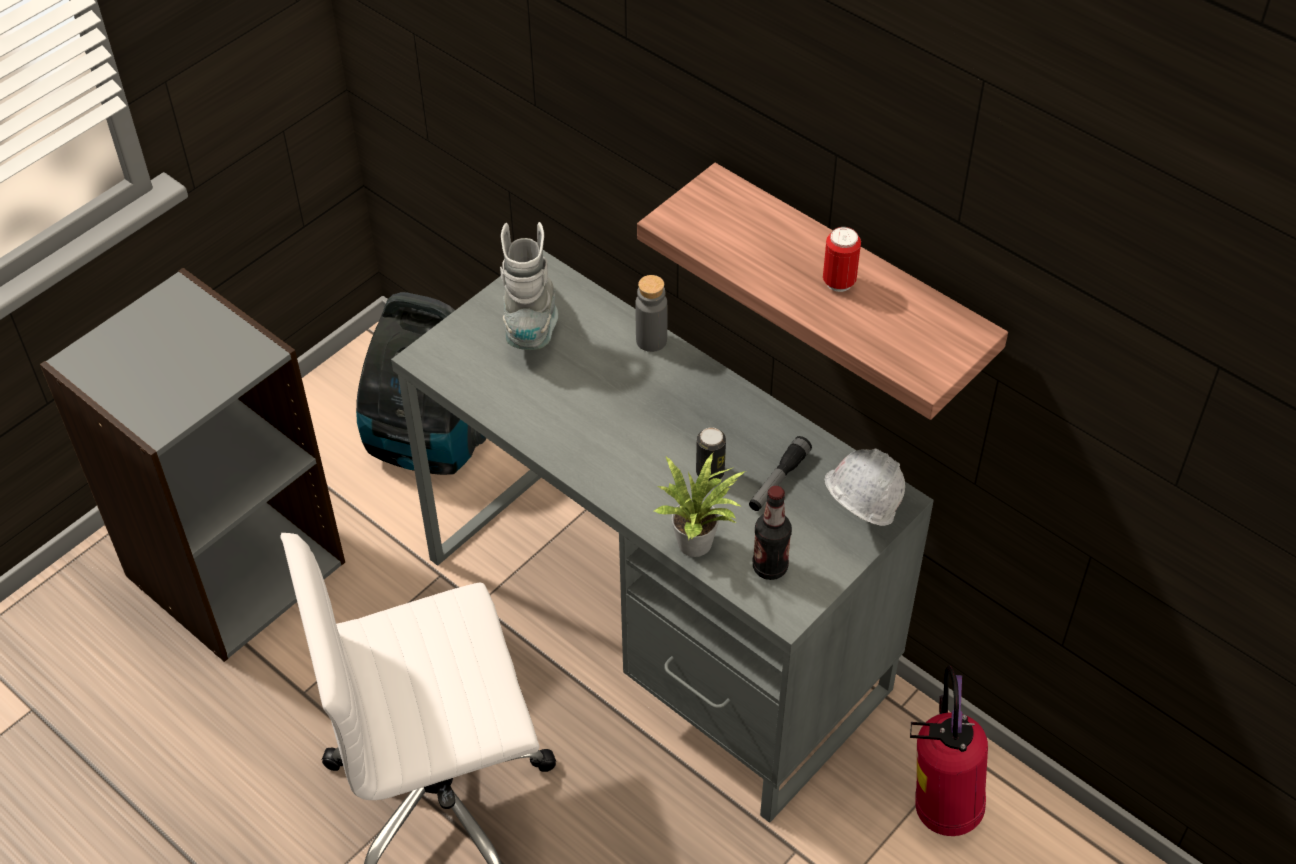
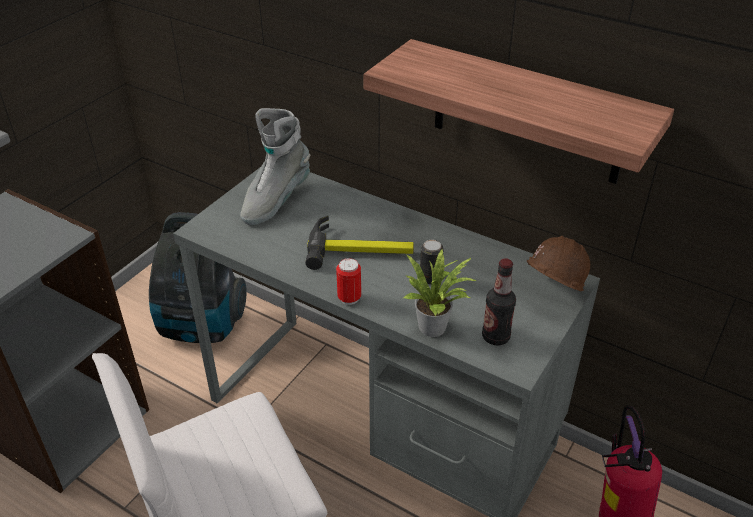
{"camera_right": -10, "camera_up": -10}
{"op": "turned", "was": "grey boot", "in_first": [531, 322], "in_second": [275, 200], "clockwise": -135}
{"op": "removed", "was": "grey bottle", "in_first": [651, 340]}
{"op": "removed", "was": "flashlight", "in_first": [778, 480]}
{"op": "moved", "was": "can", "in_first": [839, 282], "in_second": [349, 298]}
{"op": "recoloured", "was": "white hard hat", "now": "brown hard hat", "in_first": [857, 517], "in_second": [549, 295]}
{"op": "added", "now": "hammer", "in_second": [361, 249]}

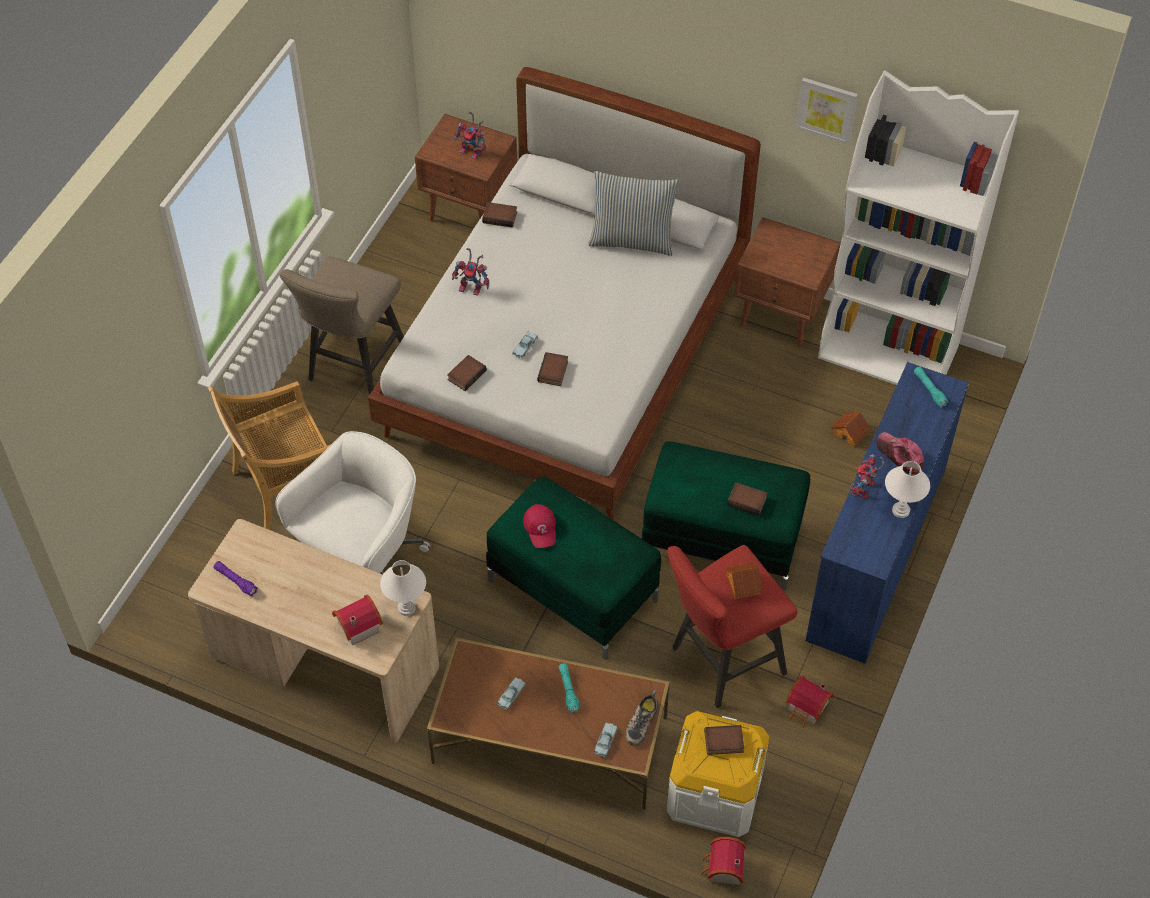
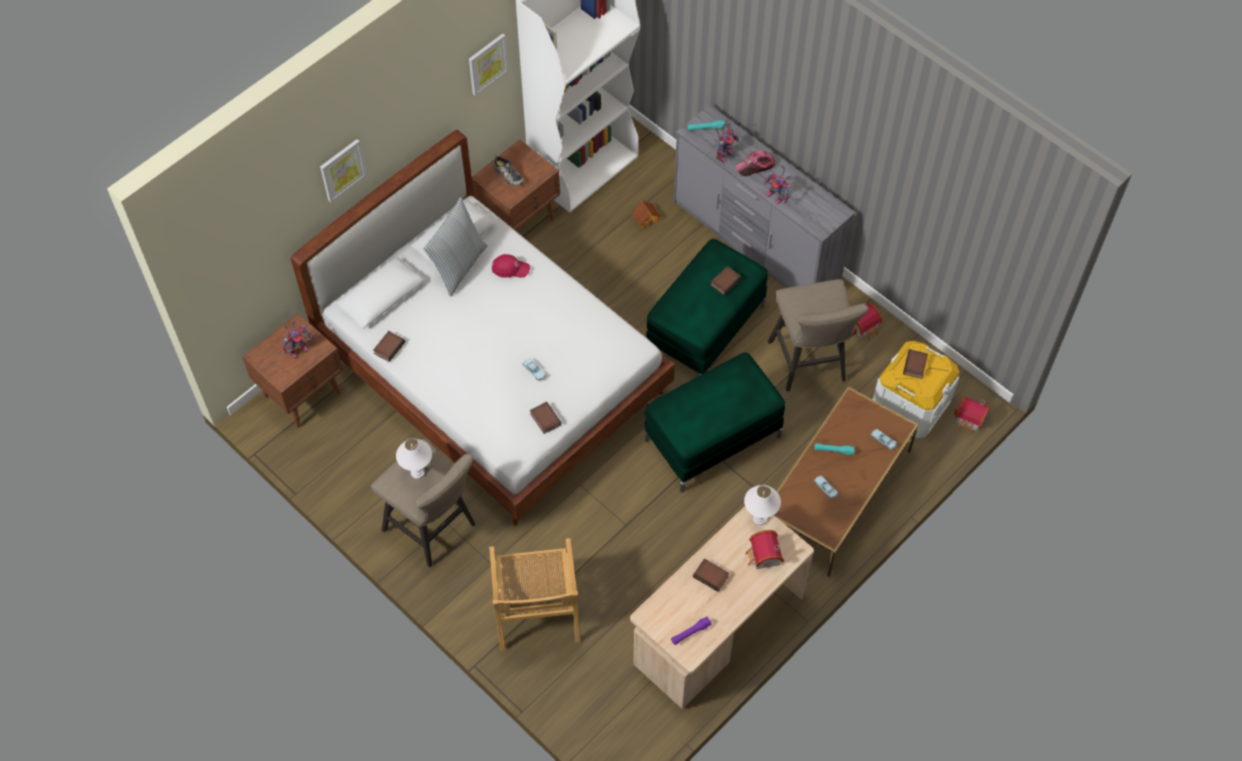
{"camera_right": -70, "camera_up": 5}
{"op": "removed", "was": "white office chair", "in_first": [363, 565]}
{"op": "moved", "was": "toy robot", "in_first": [473, 288], "in_second": [724, 153]}
{"op": "moved", "was": "red cap", "in_first": [541, 528], "in_second": [510, 268]}
{"op": "moved", "was": "book", "in_first": [554, 372], "in_second": [711, 576]}
{"op": "moved", "was": "shoe", "in_first": [641, 722], "in_second": [507, 175]}
{"op": "recoloured", "was": "red stool", "now": "beige stool", "in_first": [721, 662], "in_second": [809, 365]}
{"op": "removed", "was": "toy house", "in_first": [742, 584]}
{"op": "recoloured", "was": "blue dresser", "now": "grey dresser", "in_first": [875, 555], "in_second": [755, 243]}
{"op": "moved", "was": "white table lamp", "in_first": [900, 510], "in_second": [417, 472]}
{"op": "added", "now": "picture", "in_second": [342, 169]}

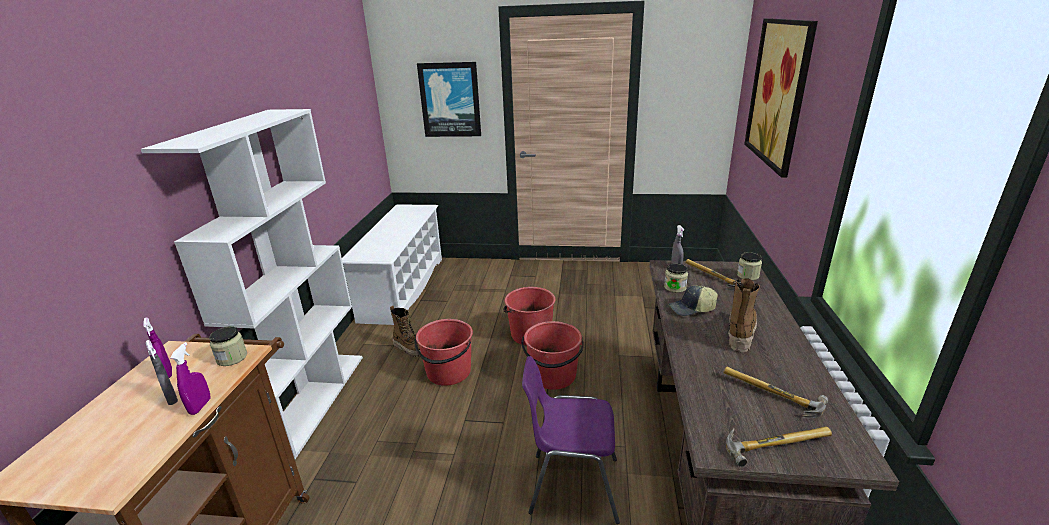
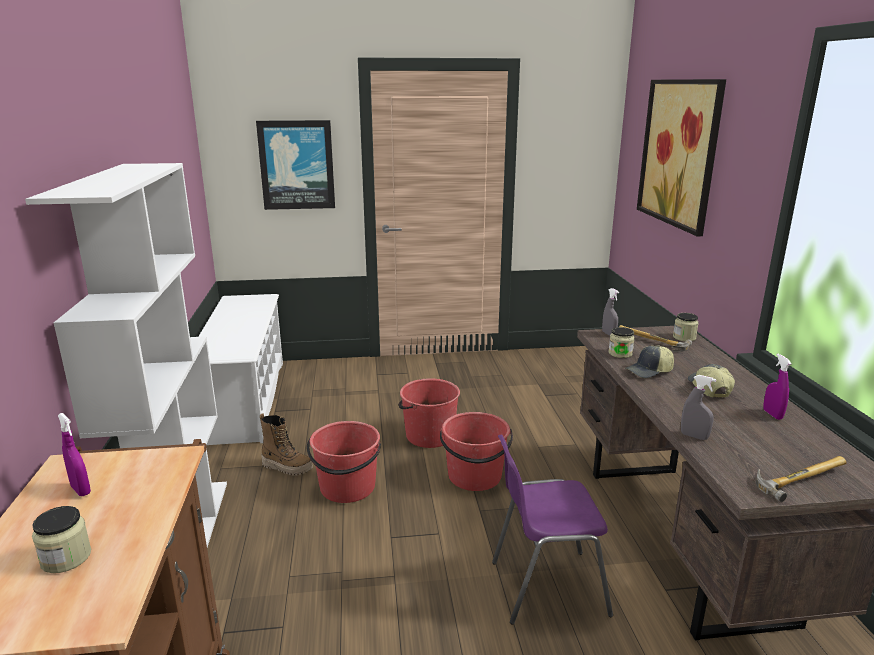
{"camera_right": -15, "camera_up": -5}
{"op": "moved", "was": "grey spray bottle", "in_first": [172, 399], "in_second": [694, 436]}
{"op": "moved", "was": "purple spray bottle", "in_first": [200, 406], "in_second": [772, 414]}
{"op": "moved", "was": "jar", "in_first": [232, 358], "in_second": [66, 558]}
{"op": "removed", "was": "hammer", "in_first": [770, 396]}
{"op": "replaced", "was": "boot", "now": "cap", "in_first": [740, 333], "in_second": [708, 388]}

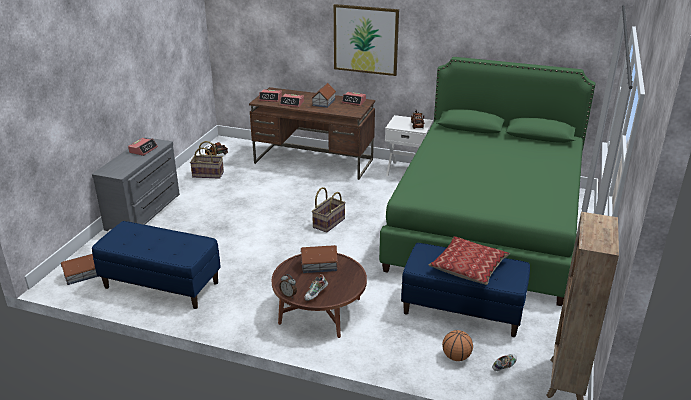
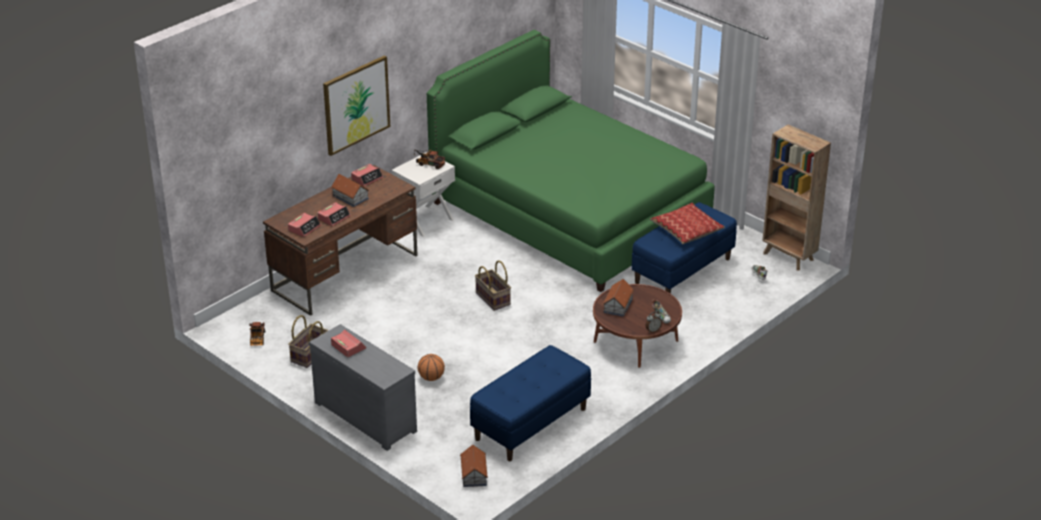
{"camera_right": -65, "camera_up": 5}
{"op": "moved", "was": "basketball", "in_first": [456, 357], "in_second": [431, 378]}

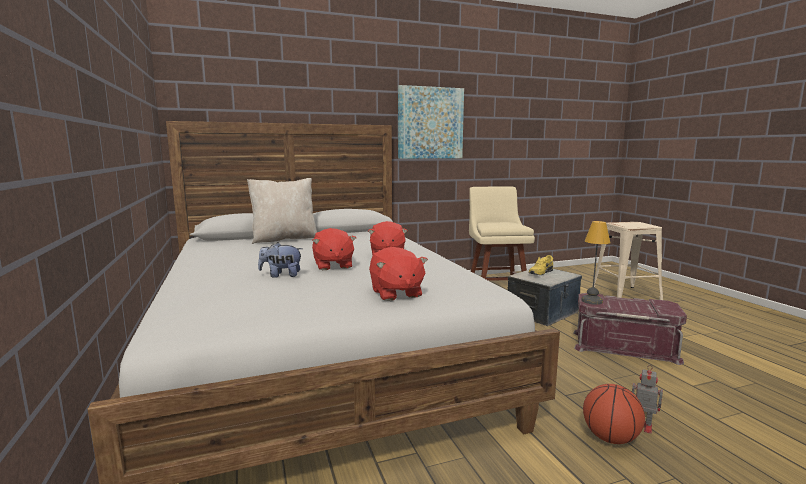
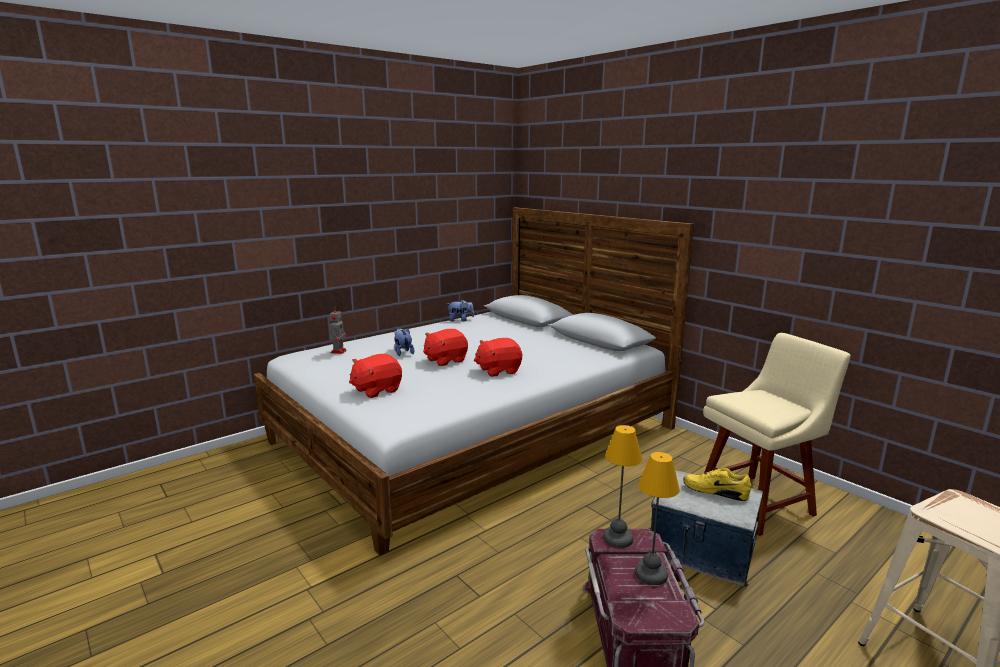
{"camera_right": 70, "camera_up": 5}
{"op": "removed", "was": "beige pillow", "in_first": [284, 239]}
{"op": "removed", "was": "picture", "in_first": [430, 123]}
{"op": "removed", "was": "basketball", "in_first": [610, 438]}
{"op": "moved", "was": "toy robot", "in_first": [641, 426], "in_second": [339, 351]}
{"op": "added", "now": "plush toy", "in_second": [460, 320]}
{"op": "added", "now": "table lamp", "in_second": [650, 573]}

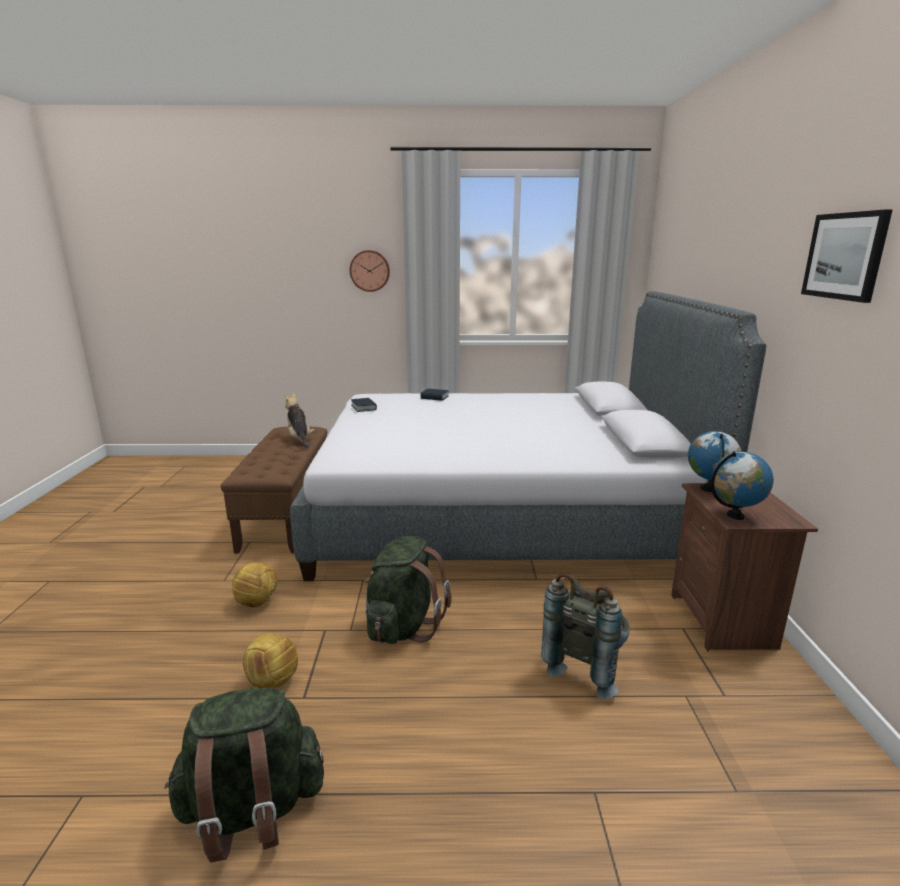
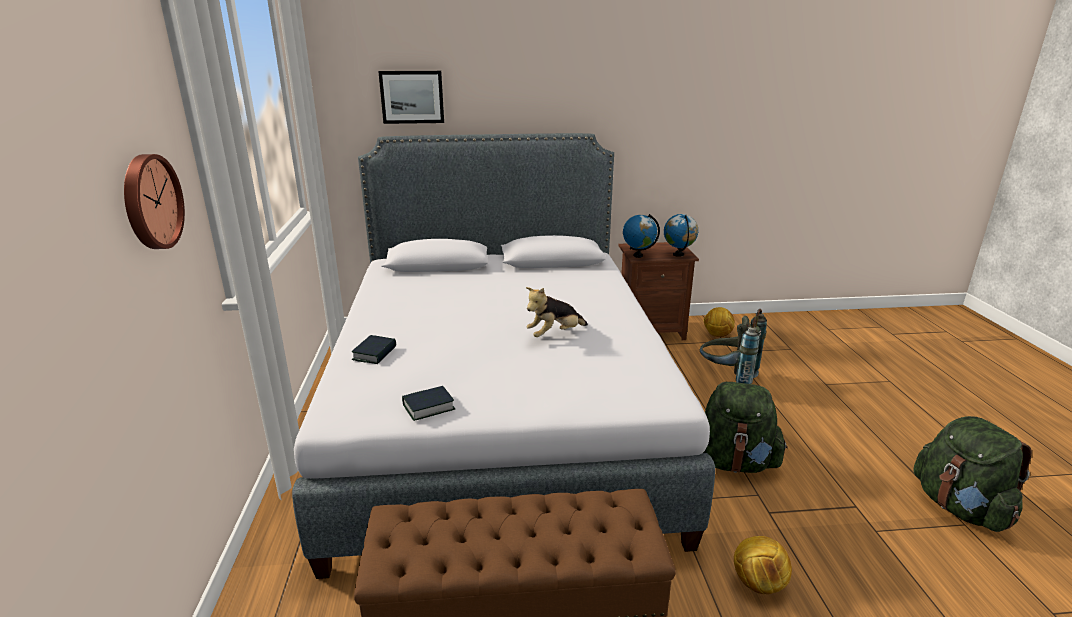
{"camera_right": -95, "camera_up": 5}
{"op": "moved", "was": "football", "in_first": [273, 681], "in_second": [717, 335]}
{"op": "moved", "was": "plush toy", "in_first": [299, 439], "in_second": [555, 334]}
{"op": "moved", "was": "picture", "in_first": [845, 256], "in_second": [412, 97]}

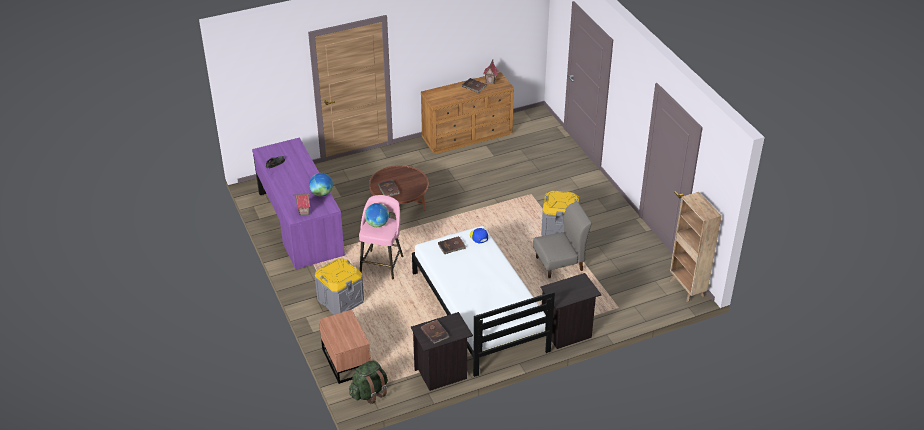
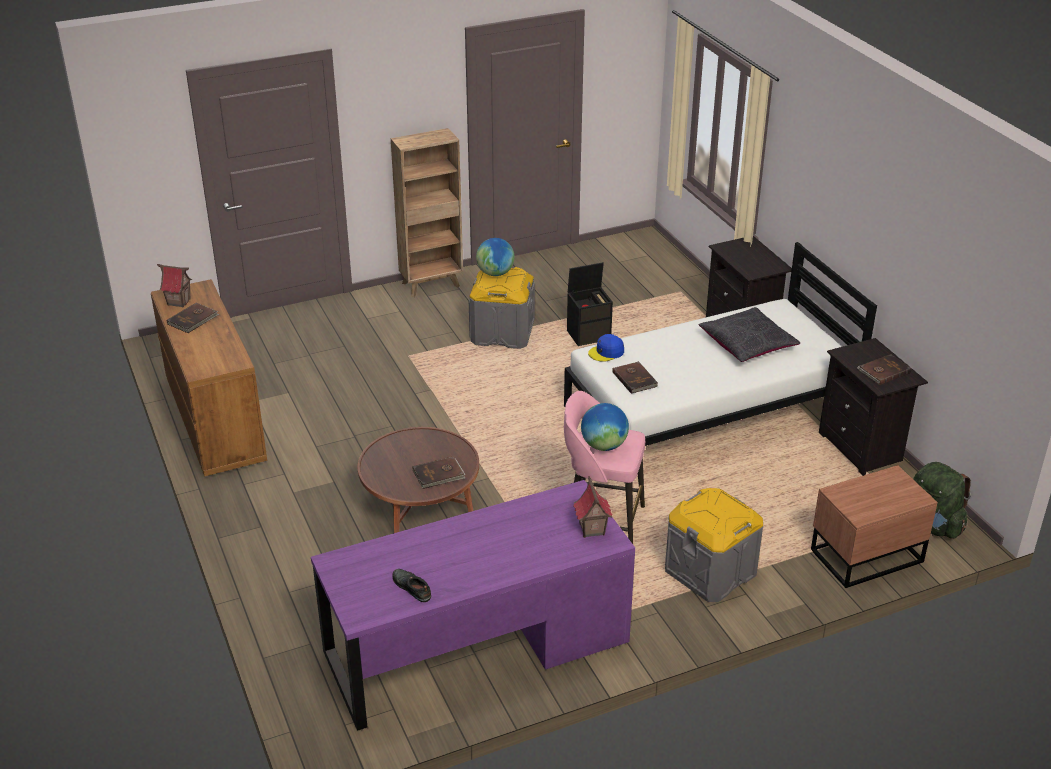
{"camera_right": -90, "camera_up": -5}
{"op": "moved", "was": "globe", "in_first": [321, 193], "in_second": [495, 273]}
{"op": "replaced", "was": "grey chair", "now": "black storage box", "in_first": [560, 264], "in_second": [589, 335]}
{"op": "moved", "was": "brown bookcase", "in_first": [687, 289], "in_second": [432, 284]}
{"op": "added", "now": "black pillow", "in_second": [747, 345]}

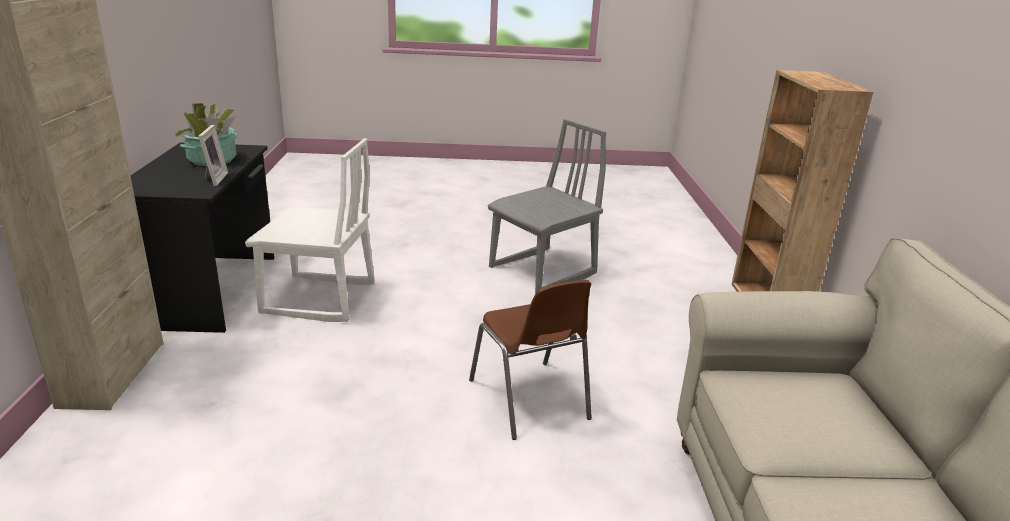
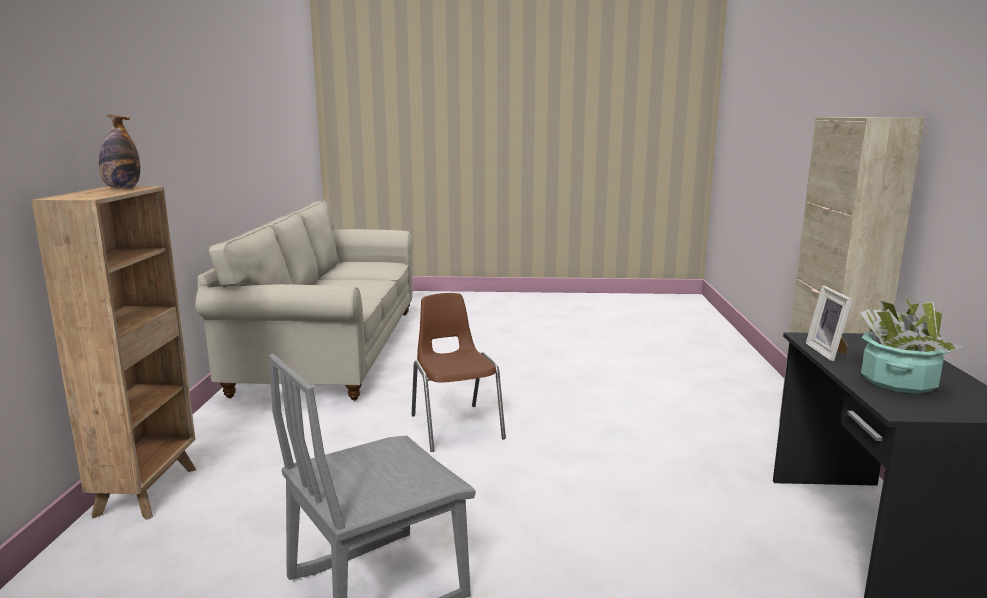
{"camera_right": -175, "camera_up": -10}
{"op": "removed", "was": "white chair", "in_first": [318, 299]}
{"op": "added", "now": "bottle", "in_second": [122, 188]}

